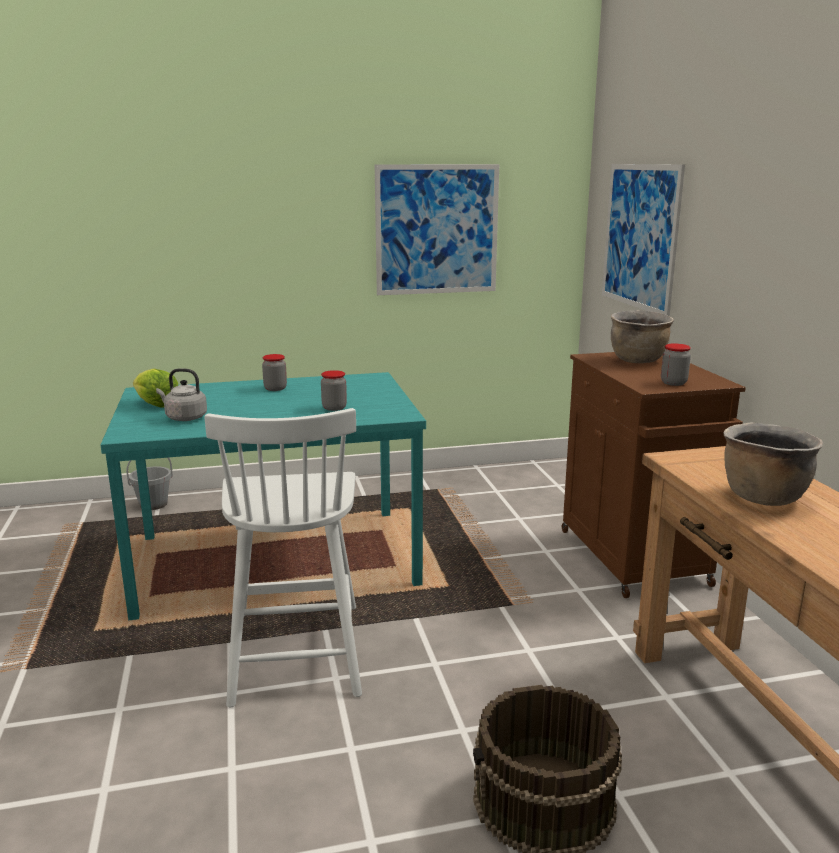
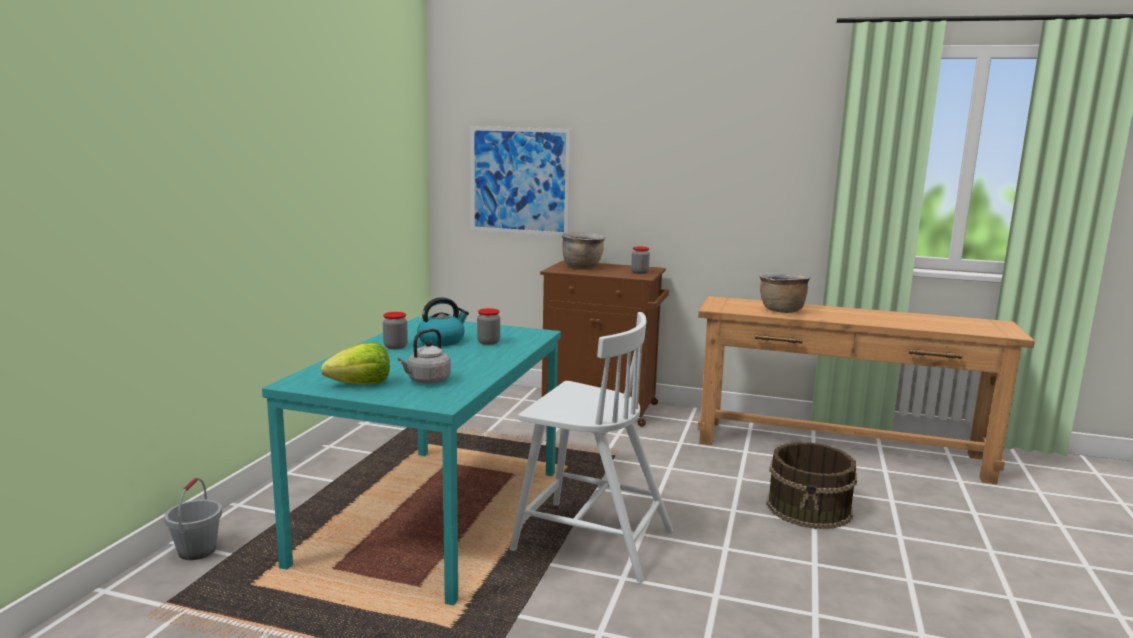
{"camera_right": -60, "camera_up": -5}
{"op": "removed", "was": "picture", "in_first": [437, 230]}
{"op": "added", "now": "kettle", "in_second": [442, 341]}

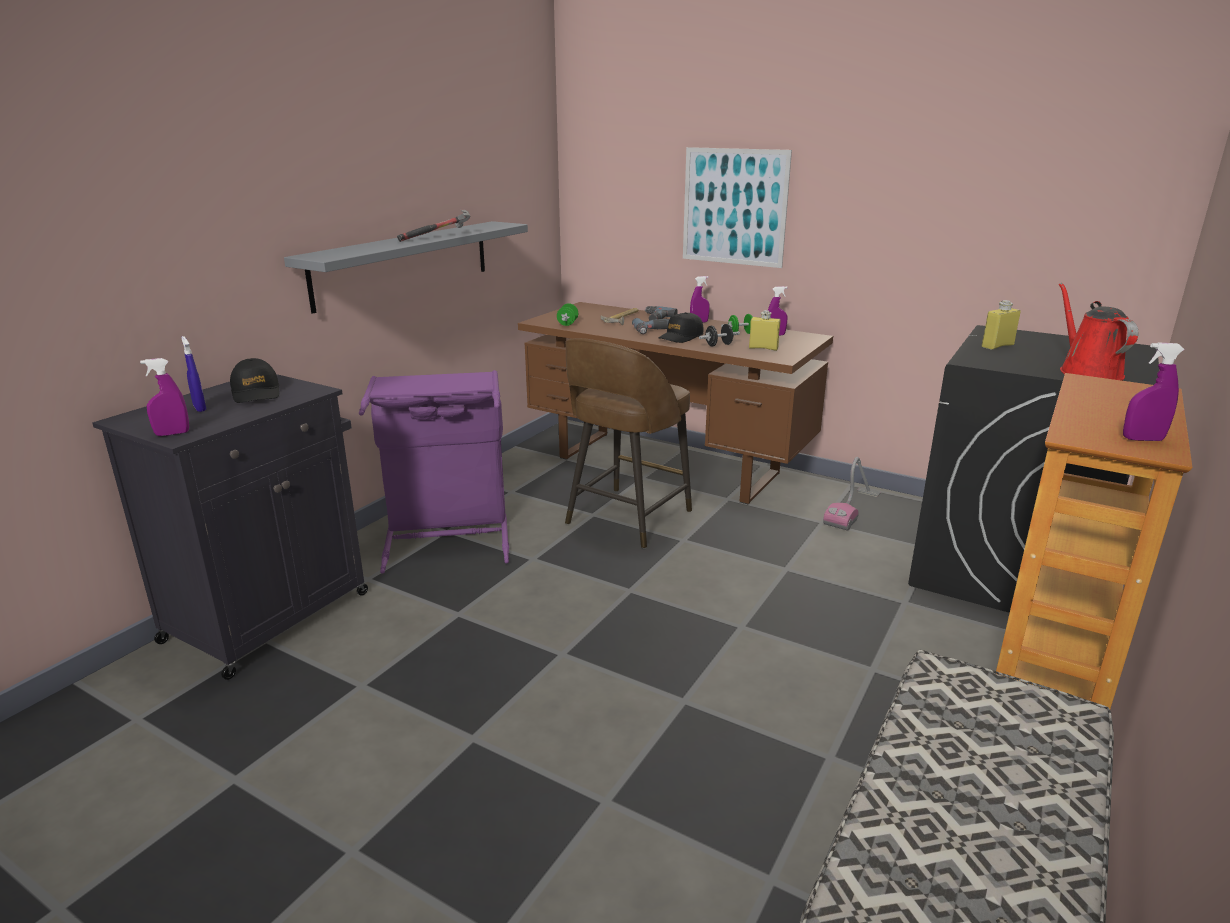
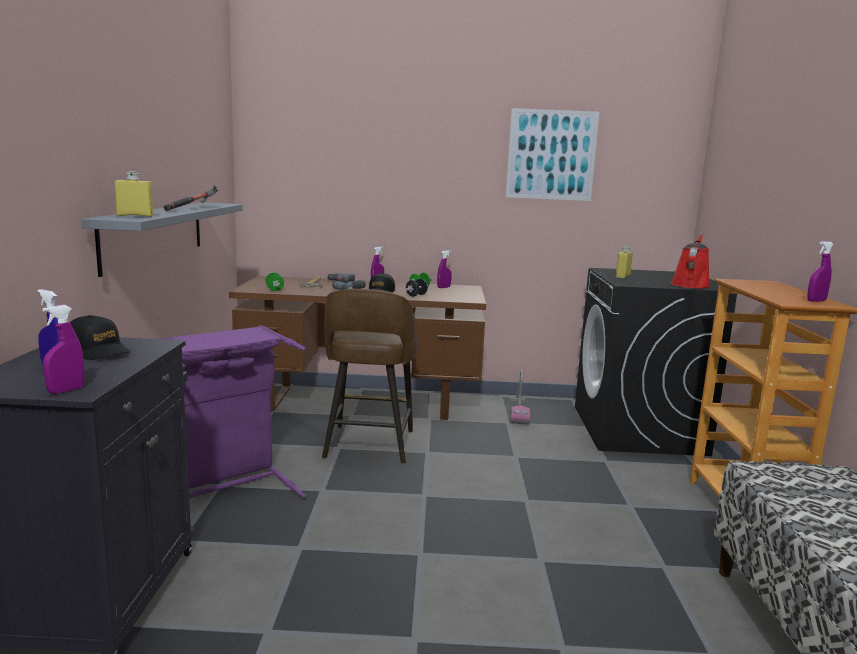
{"camera_right": -30, "camera_up": -10}
{"op": "moved", "was": "picture", "in_first": [734, 207], "in_second": [551, 155]}
{"op": "moved", "was": "yellow bottle", "in_first": [763, 348], "in_second": [135, 216]}
{"op": "turned", "was": "red watering can", "in_first": [1086, 372], "in_second": [690, 285], "clockwise": 60}

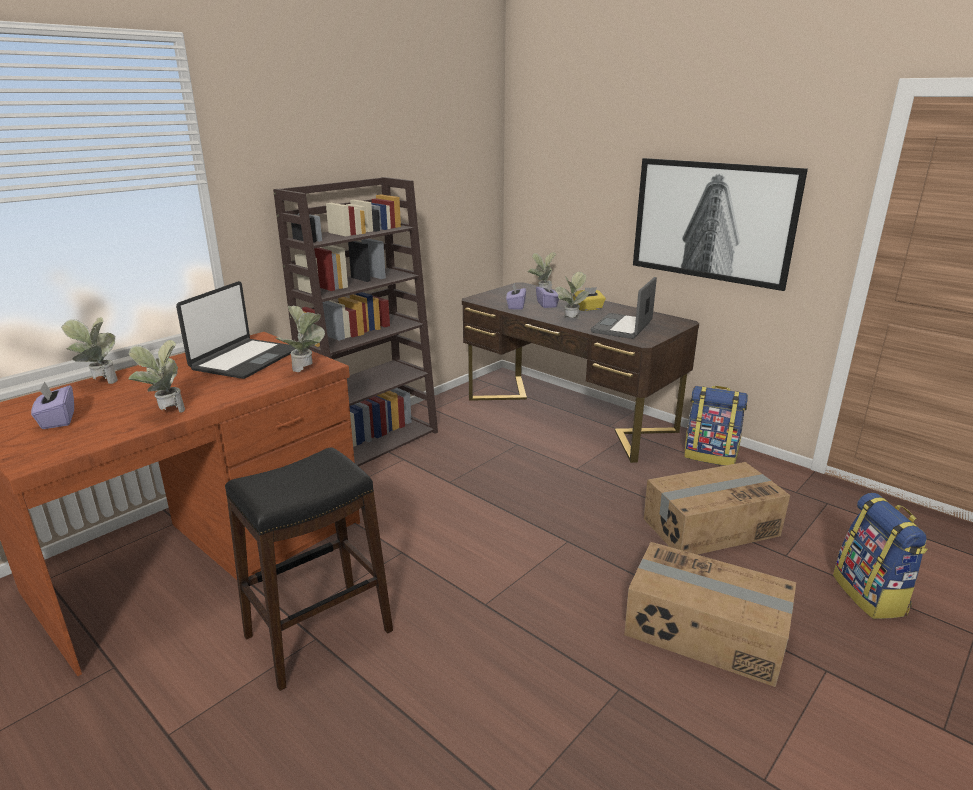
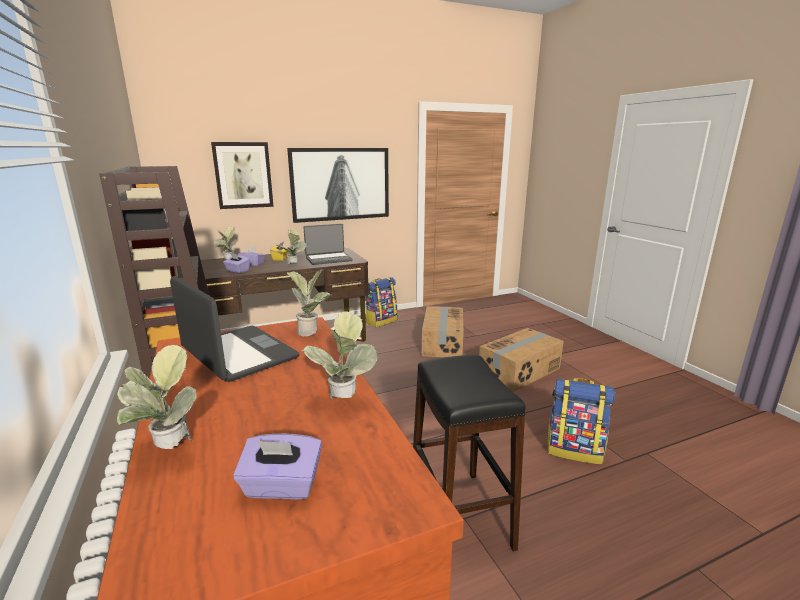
{"camera_right": -65, "camera_up": -5}
{"op": "turned", "was": "laptop", "in_first": [623, 327], "in_second": [328, 259], "clockwise": -75}
{"op": "moved", "was": "backpack", "in_first": [870, 595], "in_second": [574, 450]}
{"op": "added", "now": "picture", "in_second": [243, 175]}

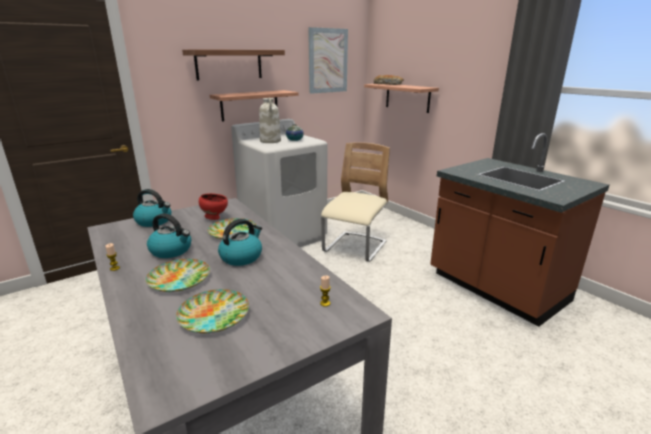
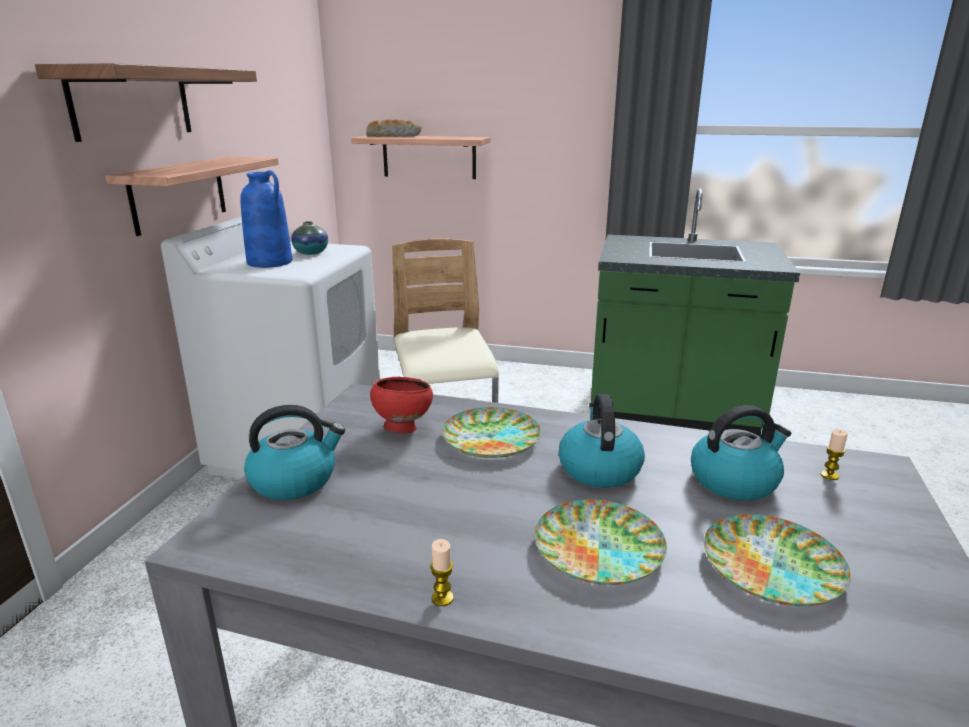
{"camera_right": -40, "camera_up": 0}
{"op": "moved", "was": "kettle", "in_first": [172, 250], "in_second": [734, 480]}
{"op": "recoloured", "was": "white vase", "now": "blue vase", "in_first": [270, 141], "in_second": [270, 262]}
{"op": "removed", "was": "picture", "in_first": [328, 61]}
{"op": "recoloured", "was": "brown counter", "now": "green counter", "in_first": [496, 288], "in_second": [672, 412]}

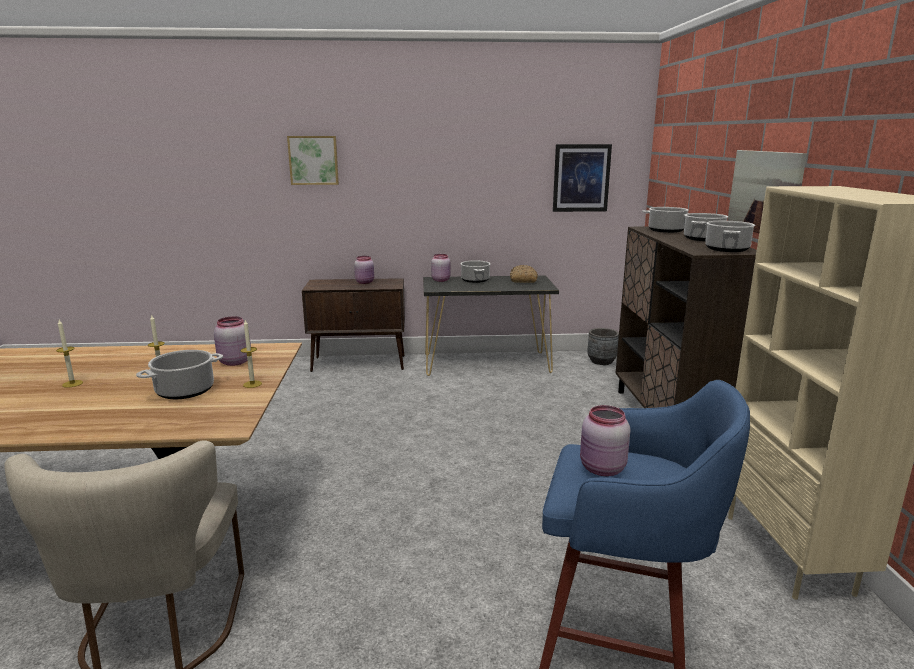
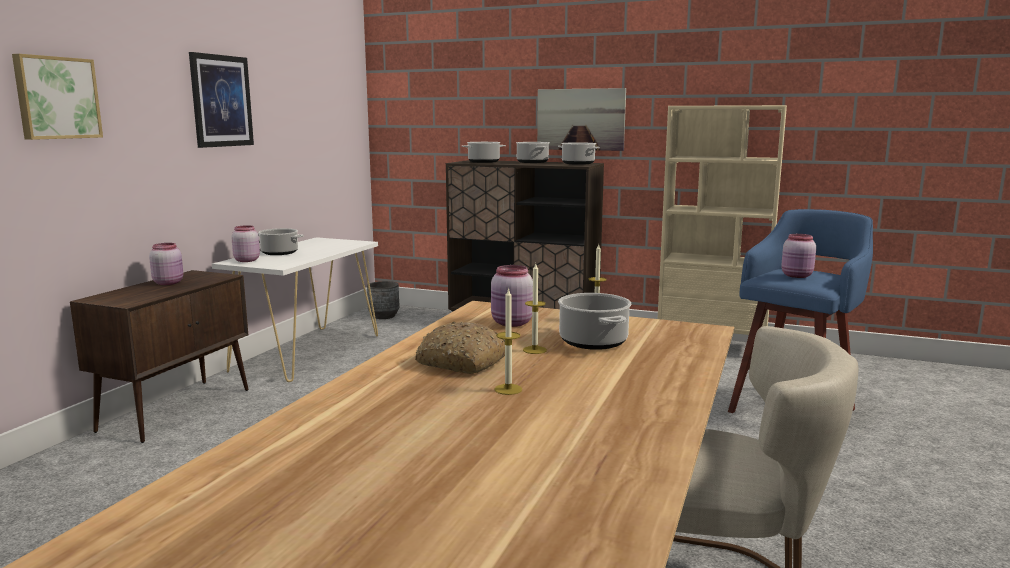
{"camera_right": -65, "camera_up": -5}
{"op": "recoloured", "was": "black console table", "now": "white console table", "in_first": [487, 363], "in_second": [308, 352]}
{"op": "moved", "was": "bread", "in_first": [522, 280], "in_second": [460, 362]}
{"op": "moved", "was": "picture", "in_first": [581, 178], "in_second": [221, 101]}

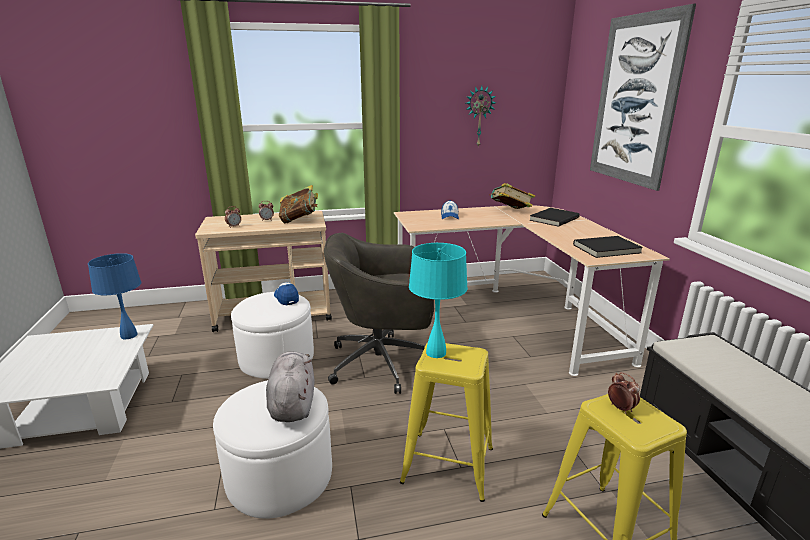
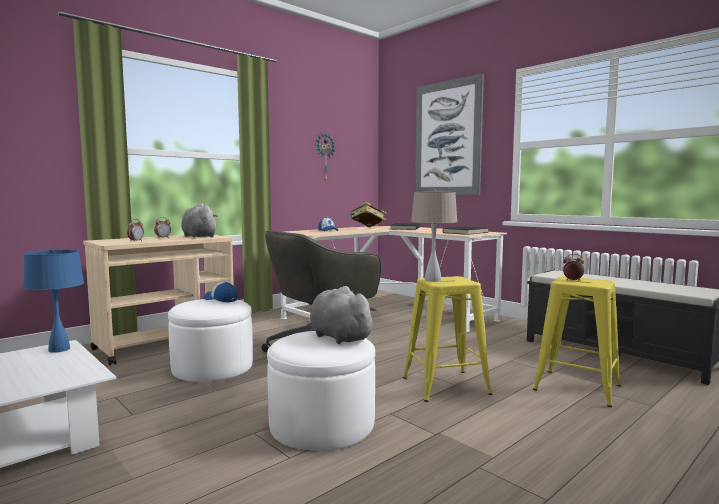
{"camera_right": -30, "camera_up": -15}
{"op": "replaced", "was": "book", "now": "grey plush toy", "in_first": [300, 220], "in_second": [198, 236]}
{"op": "recoloured", "was": "turquoise table lamp", "now": "beige table lamp", "in_first": [436, 352], "in_second": [433, 280]}

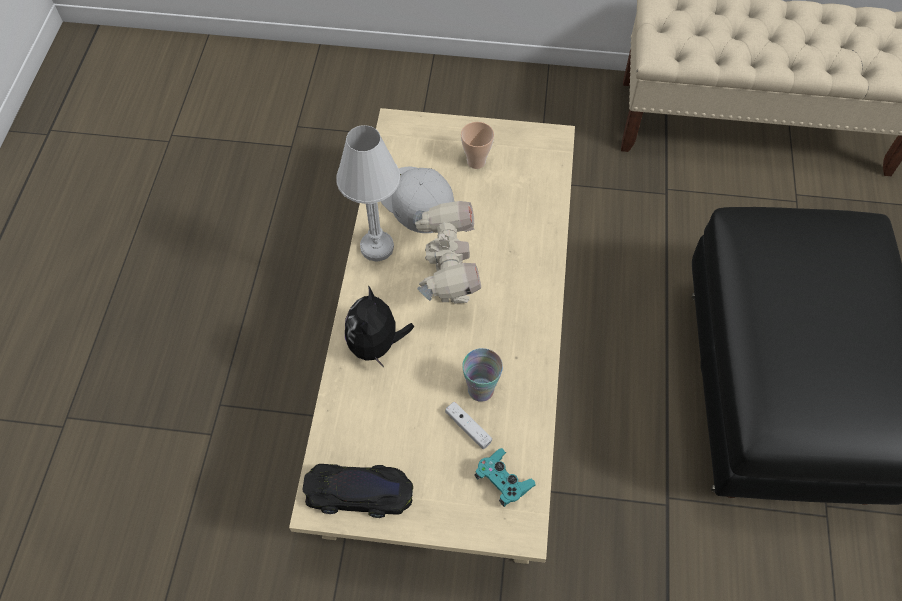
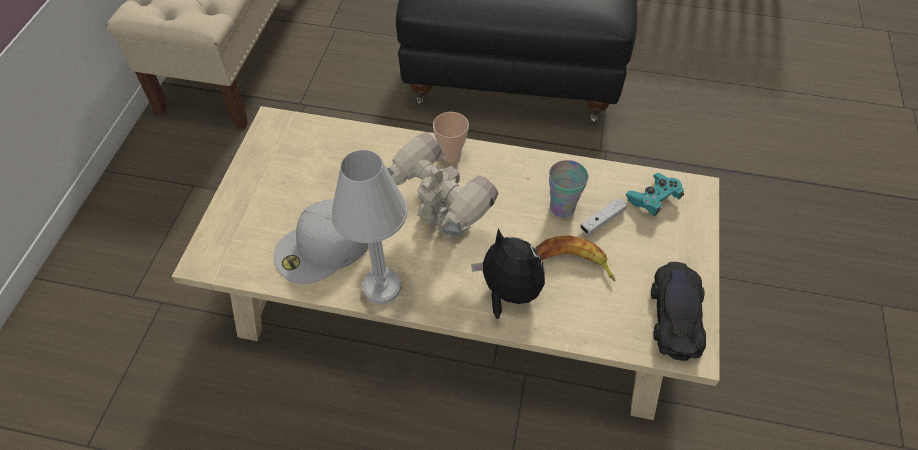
{"camera_right": -85, "camera_up": -5}
{"op": "turned", "was": "plush toy", "in_first": [376, 344], "in_second": [508, 292], "clockwise": -150}
{"op": "turned", "was": "toy robot", "in_first": [448, 285], "in_second": [441, 225], "clockwise": 45}
{"op": "moved", "was": "cup", "in_first": [476, 162], "in_second": [451, 155]}
{"op": "added", "now": "banana", "in_second": [572, 263]}

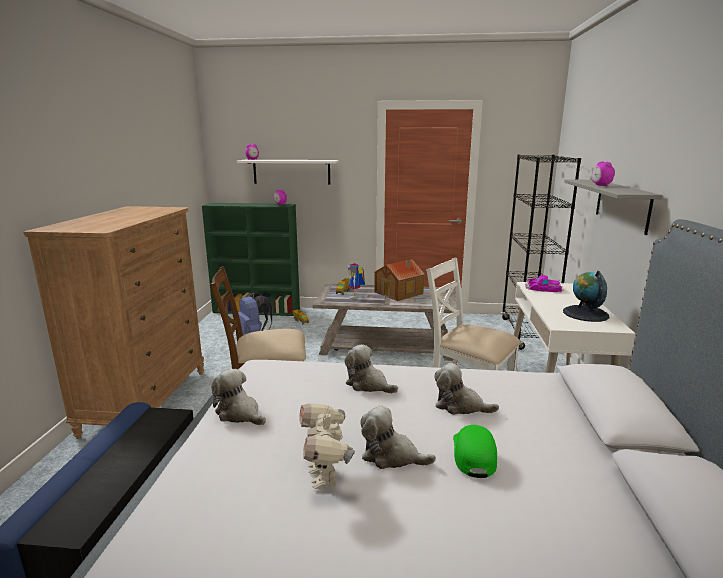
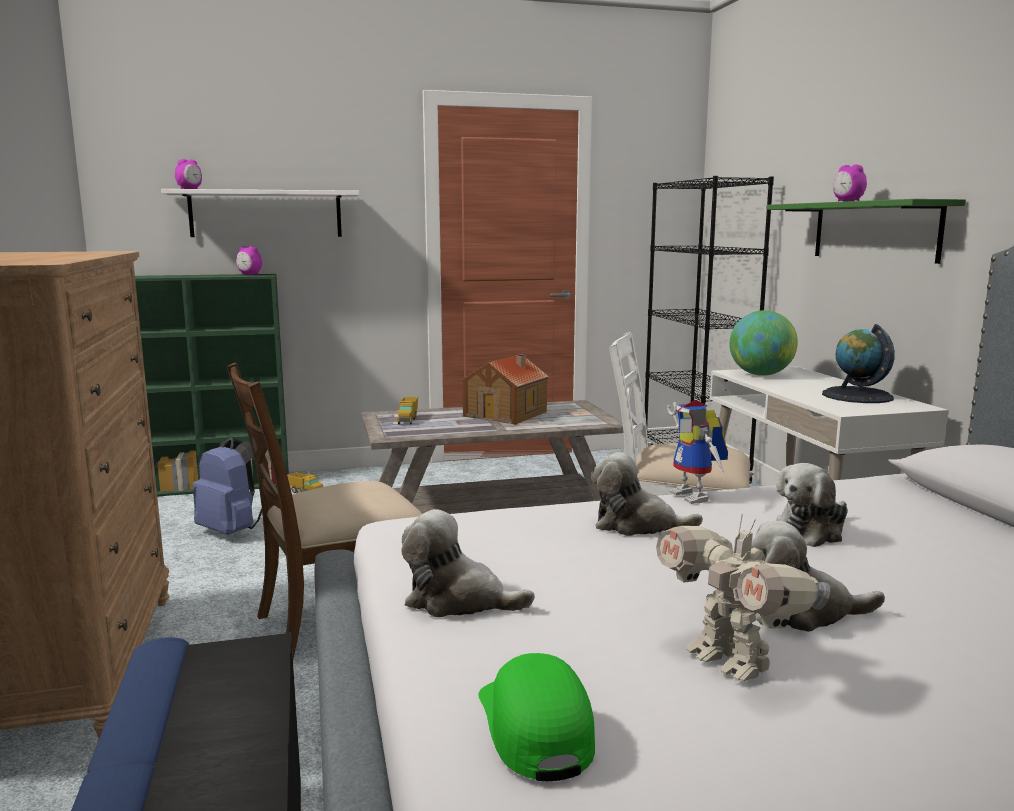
{"camera_right": -20, "camera_up": -5}
{"op": "moved", "was": "toy robot", "in_first": [356, 297], "in_second": [696, 497]}
{"op": "turned", "was": "plush toy", "in_first": [460, 406], "in_second": [812, 531], "clockwise": -45}
{"op": "moved", "was": "green cap", "in_first": [473, 454], "in_second": [535, 726]}
{"op": "replaced", "was": "toy car", "now": "globe", "in_first": [543, 288], "in_second": [760, 375]}
{"op": "recoloured", "was": "grey shelf", "now": "green shelf", "in_first": [622, 205], "in_second": [874, 231]}

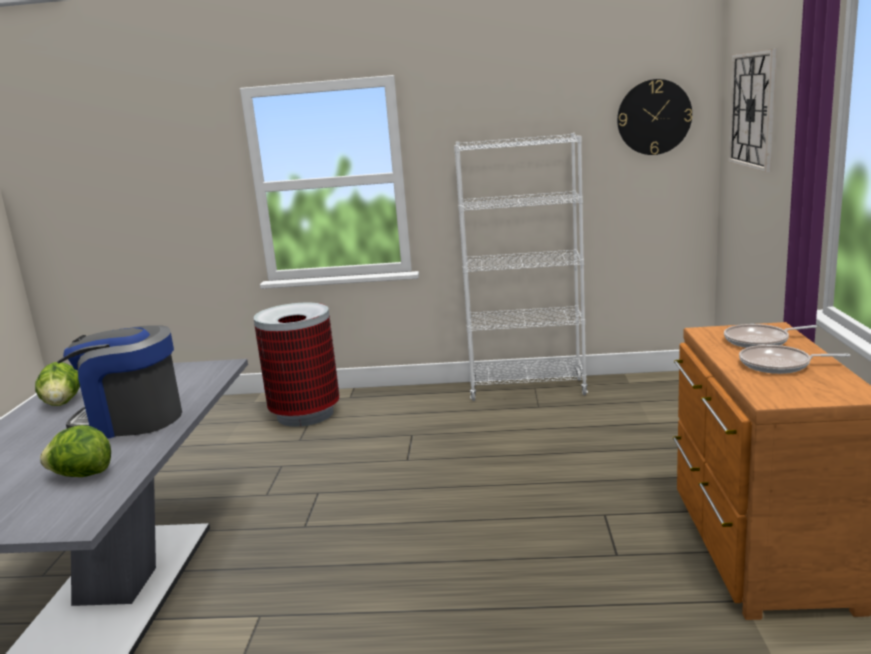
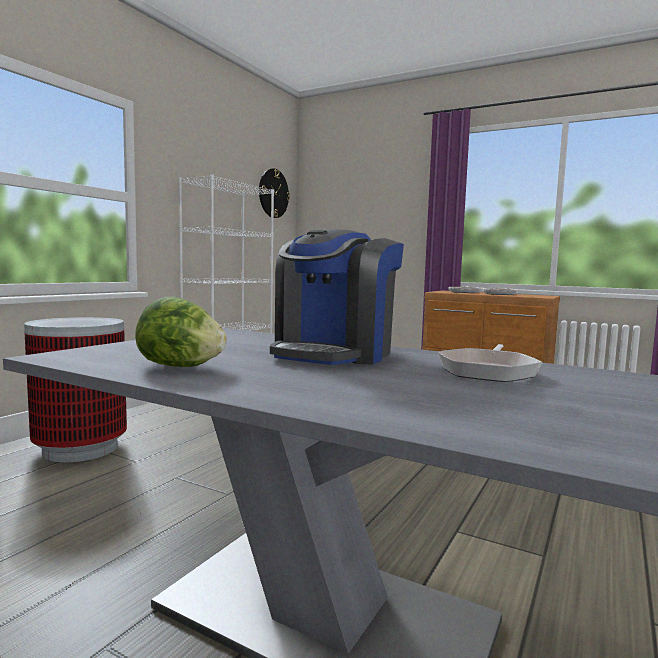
{"camera_right": -65, "camera_up": -10}
{"op": "replaced", "was": "lettuce", "now": "frying pan", "in_first": [82, 475], "in_second": [488, 370]}
{"op": "removed", "was": "wall clock", "in_first": [752, 110]}

